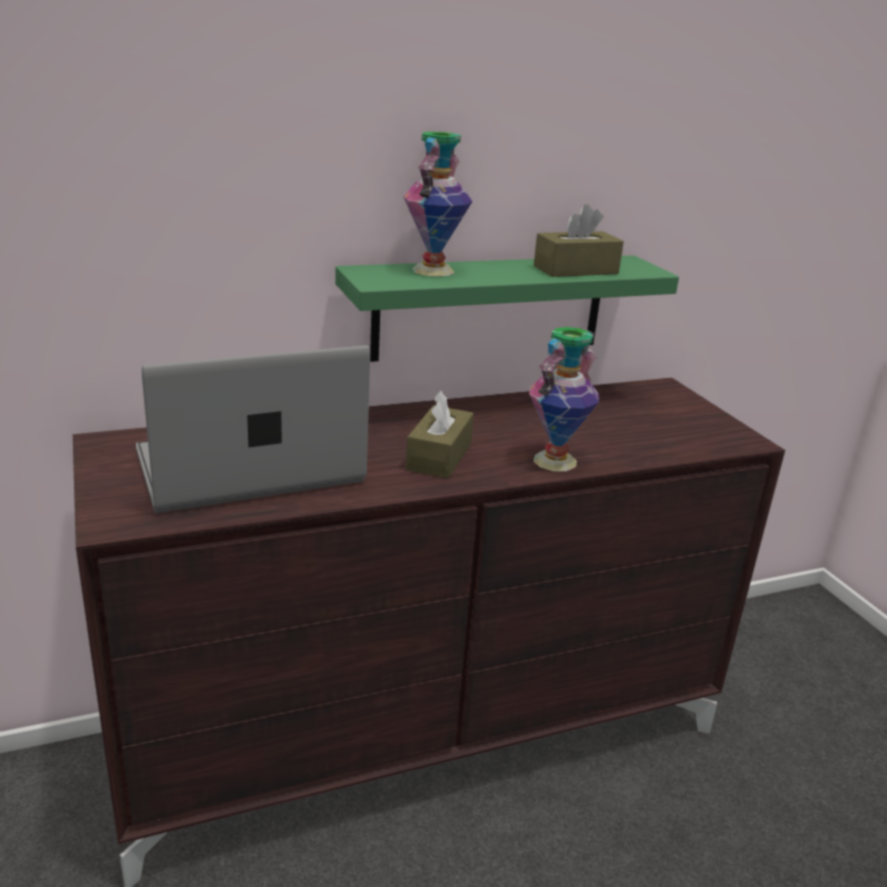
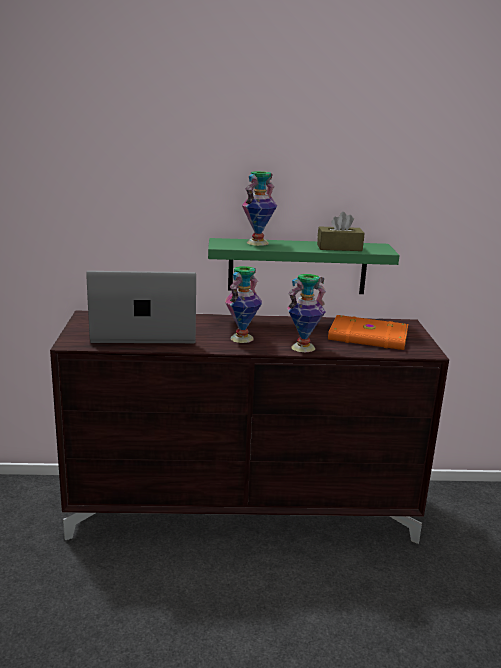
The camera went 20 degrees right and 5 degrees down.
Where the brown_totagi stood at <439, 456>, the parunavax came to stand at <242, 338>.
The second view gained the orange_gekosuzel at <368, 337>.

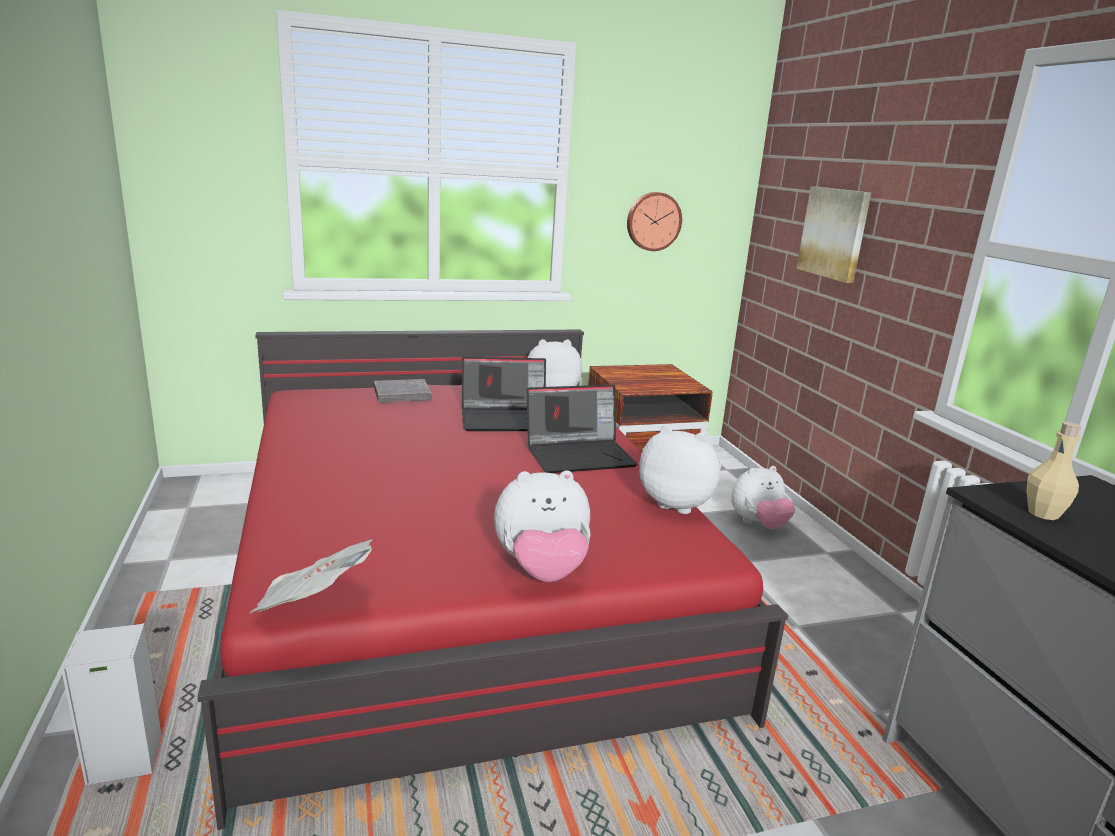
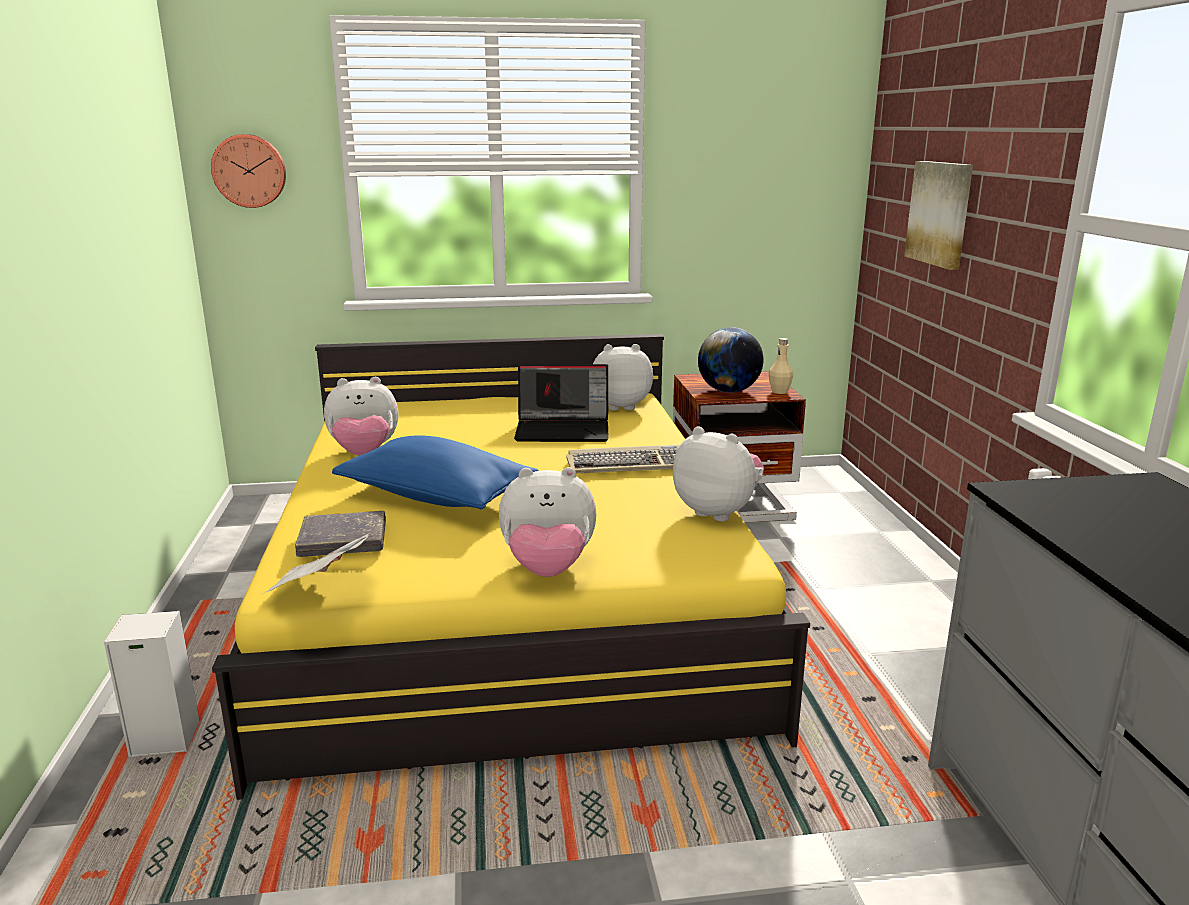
The camera went 10 degrees right and 0 degrees up.
What was the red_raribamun at <460, 577> turned into the yellow_raribamun at <510, 595>.
The grey_gekosuzel ended up elsewhere, having gone from <402, 395> to <343, 540>.
Where the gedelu stood at <580, 455>, the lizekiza came to stand at <630, 464>.
The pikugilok ended up elsewhere, having gone from <653, 221> to <249, 171>.
The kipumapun ended up elsewhere, having gone from <758, 524> to <364, 454>.
The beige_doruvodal ended up elsewhere, having gone from <1043, 513> to <779, 391>.
The second view gained the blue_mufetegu at <437, 497>.
The second view gained the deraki at <728, 391>.

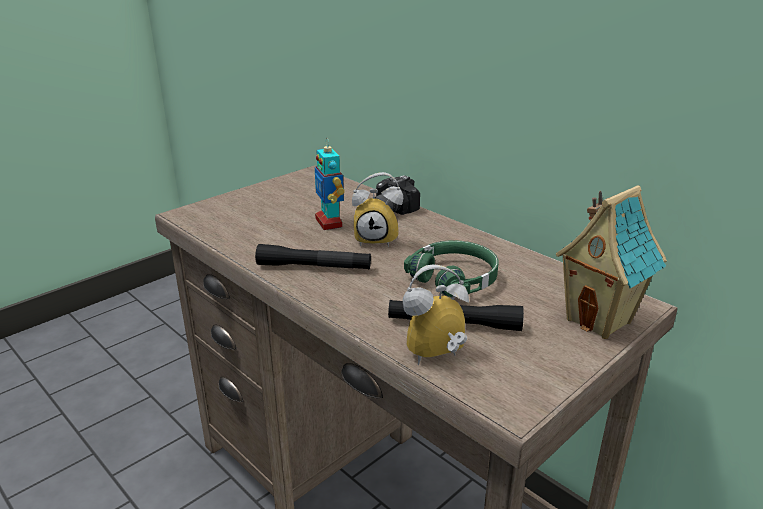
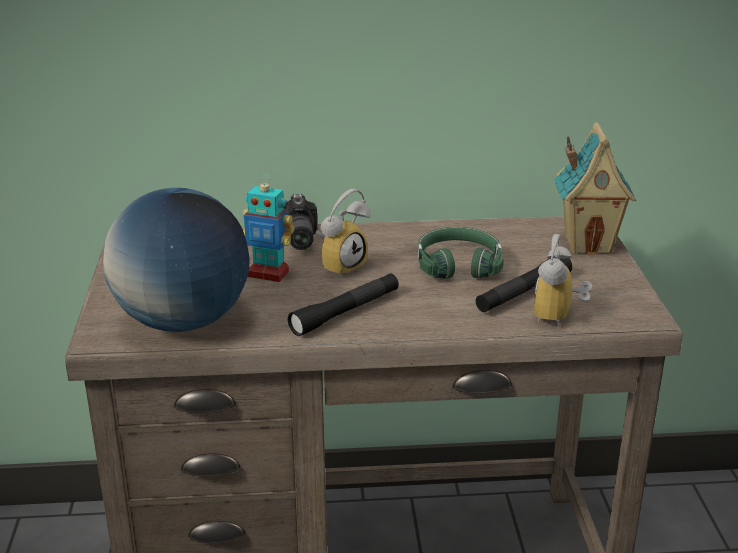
The camera went 50 degrees left and 0 degrees up.
The second view gained the deraki at <183, 322>.

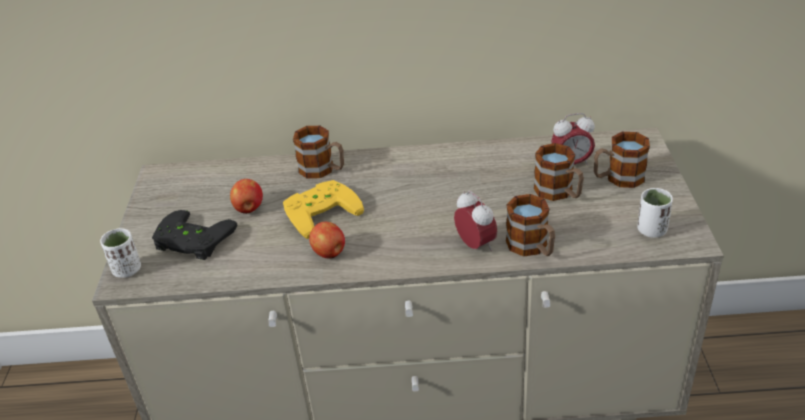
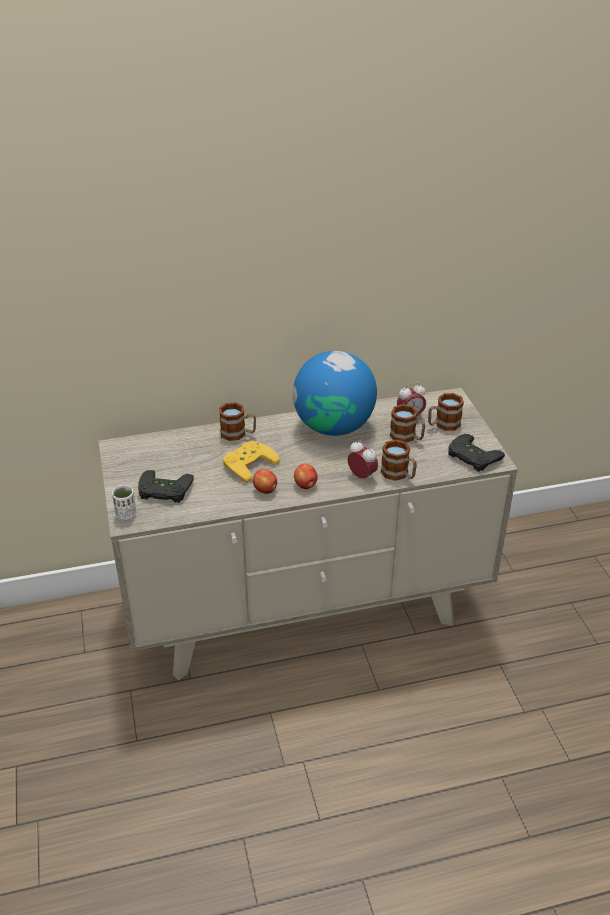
The camera went 15 degrees left and 0 degrees up.
The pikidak ended up elsewhere, having gone from <249, 209> to <305, 485>.
Where the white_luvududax stood at <651, 230>, the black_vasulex came to stand at <471, 457>.
The second view gained the deraki at <334, 426>.

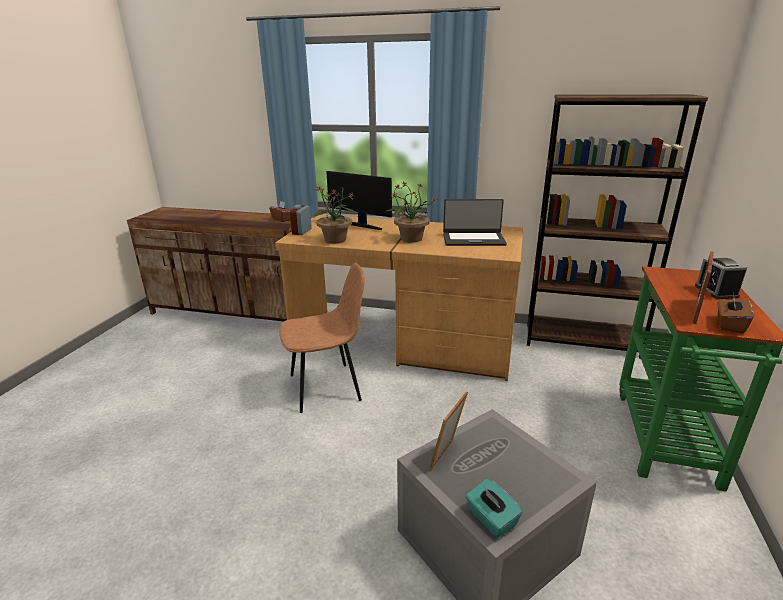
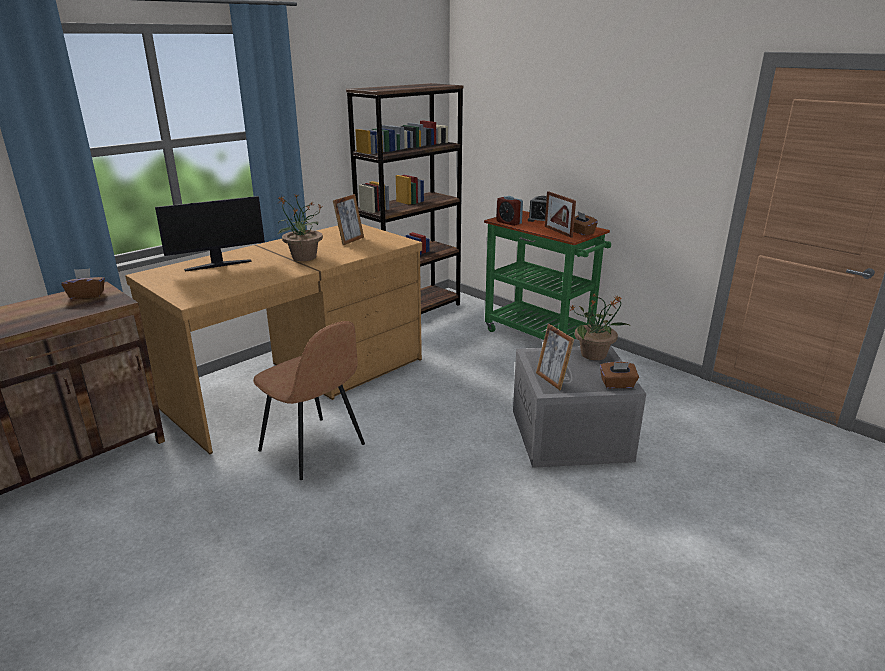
The camera went 60 degrees left and 0 degrees up.
The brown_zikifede at <327, 387> ended up facing another way, 120 degrees clockwise from before.
The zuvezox ended up elsewhere, having gone from <302, 231> to <509, 223>.
The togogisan ended up elsewhere, having gone from <335, 240> to <594, 354>.
Where the gedelu stood at <473, 239>, the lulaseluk came to stand at <350, 240>.
What was the turquoise_totagi at <491, 519> turned into the brown_totagi at <617, 384>.

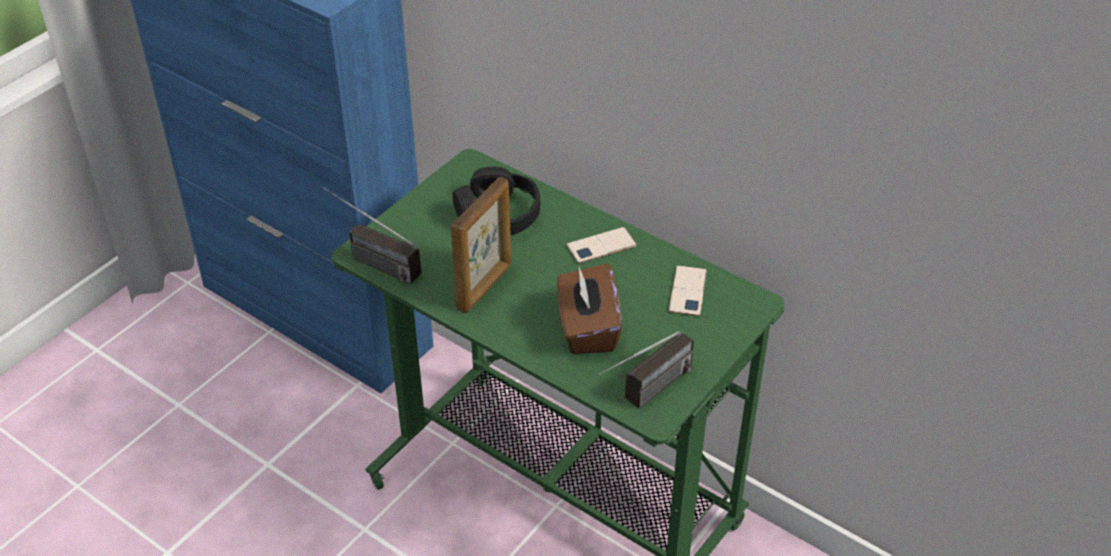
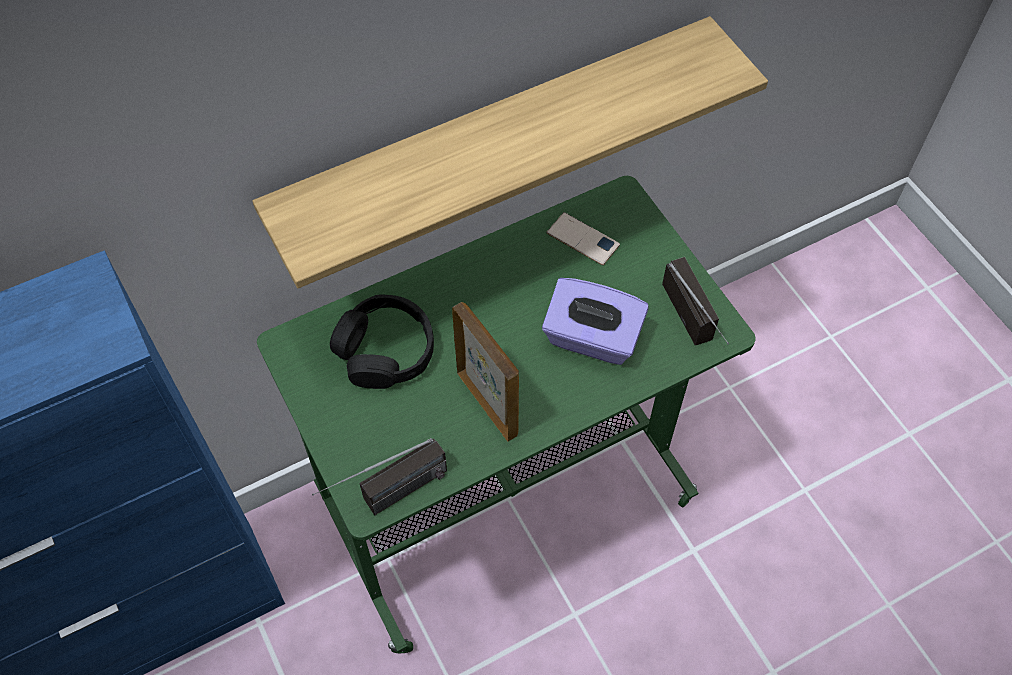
The camera went 65 degrees left and 15 degrees up.
What was the brown_totagi at <587, 329> turned into the purple_totagi at <591, 339>.
The second view lost the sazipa at <601, 246>.
The second view gained the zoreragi at <494, 143>.

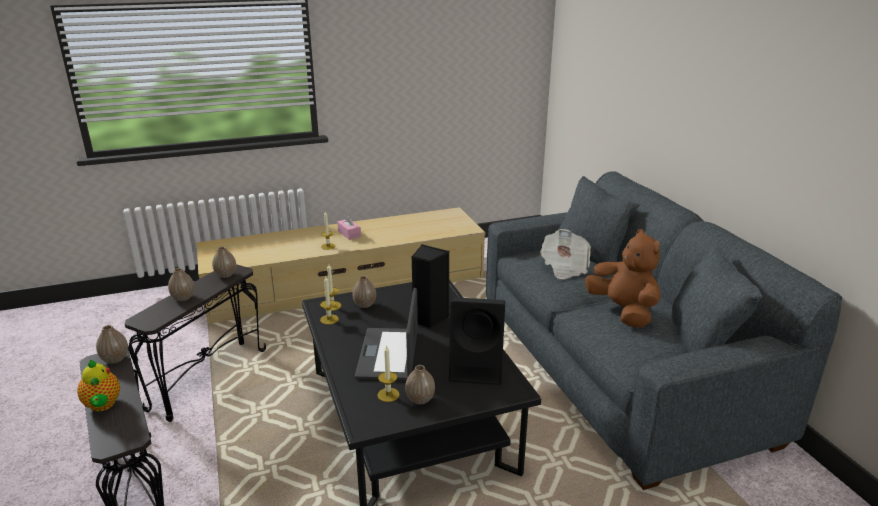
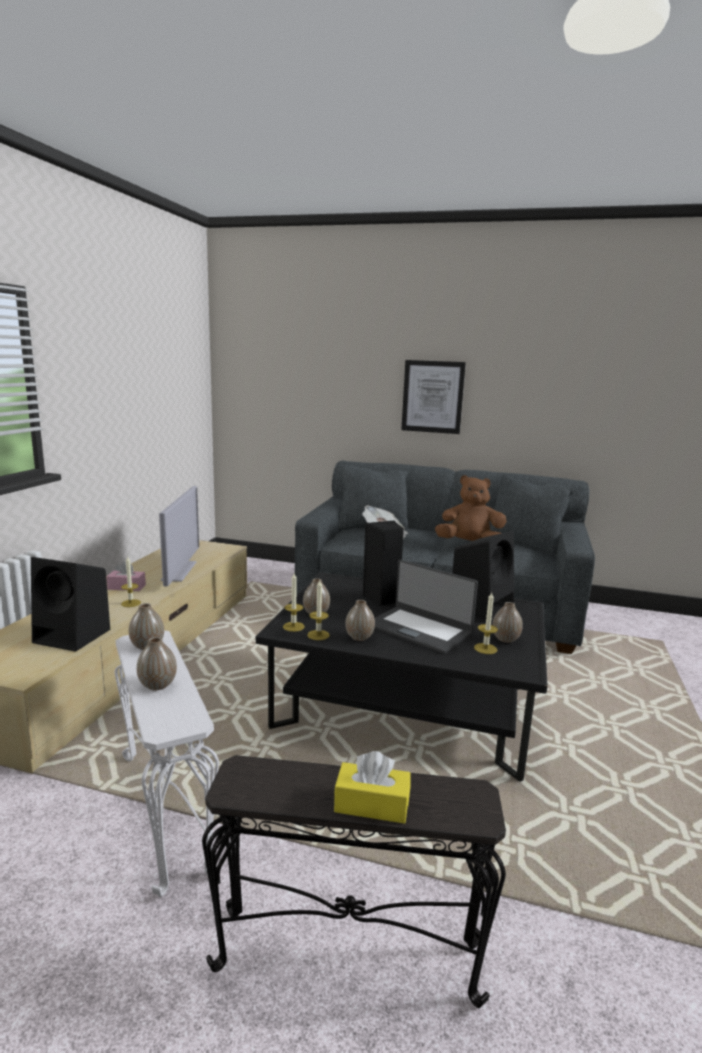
The camera went 55 degrees left and 10 degrees down.
Where the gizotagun stood at <103, 405>, the yellow_totagi came to stand at <372, 804>.
The parunavax ended up elsewhere, having gone from <115, 359> to <359, 637>.
What was the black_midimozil at <209, 379> turned into the white_midimozil at <166, 812>.
The second view gained the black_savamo at <74, 636>.
The second view gained the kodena at <179, 571>.
The second view gained the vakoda at <432, 397>.

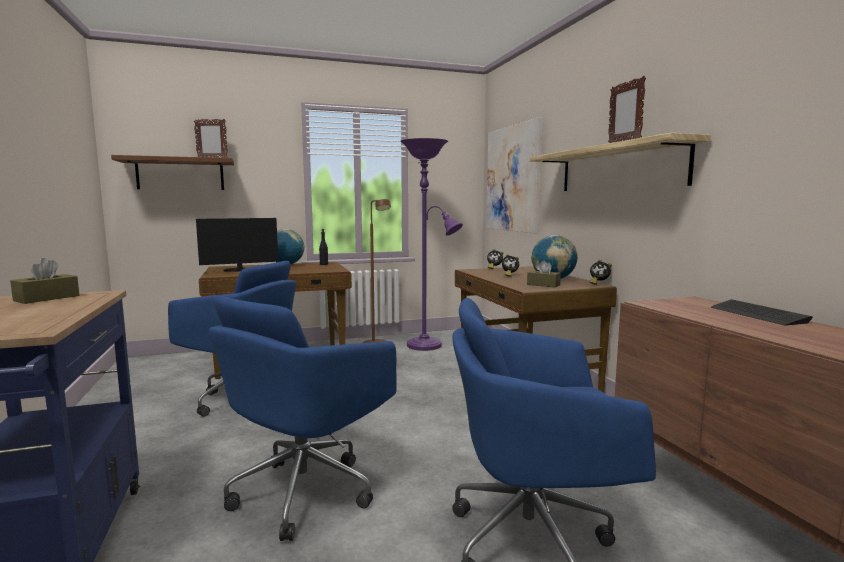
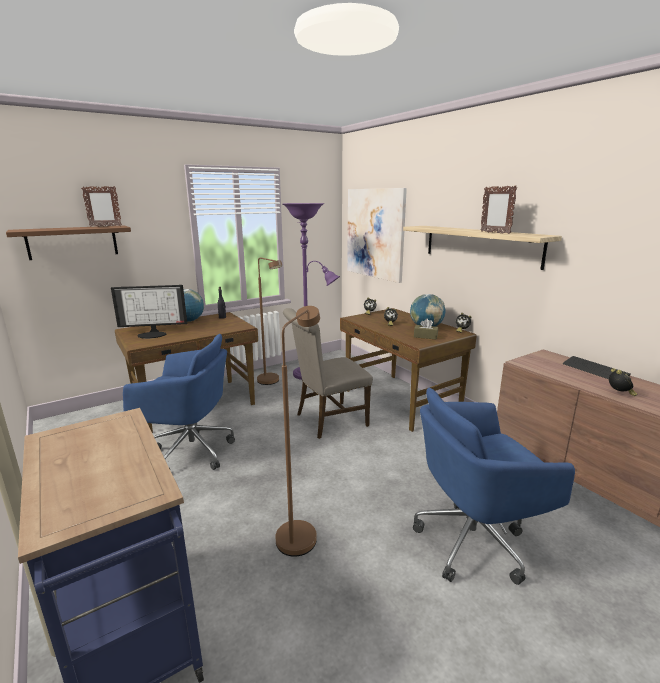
The camera went 15 degrees left and 10 degrees up.
The second view lost the brown_totagi at <47, 298>.
The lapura at <239, 270> ended up facing another way, 150 degrees counterclockwise from before.
Where the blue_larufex stood at <308, 490>, the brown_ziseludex came to stand at <300, 531>.
The second view gained the beige_zikifede at <327, 420>.
The second view gained the zuvezox at <619, 394>.

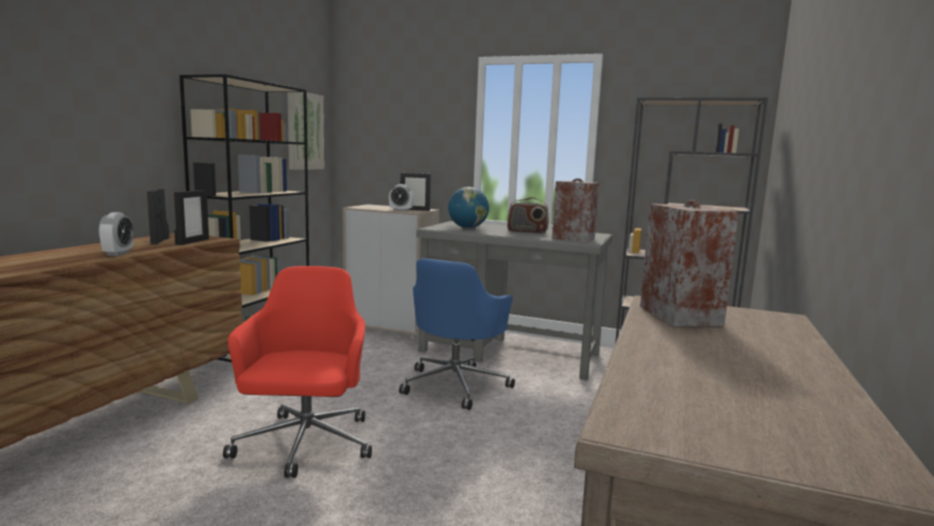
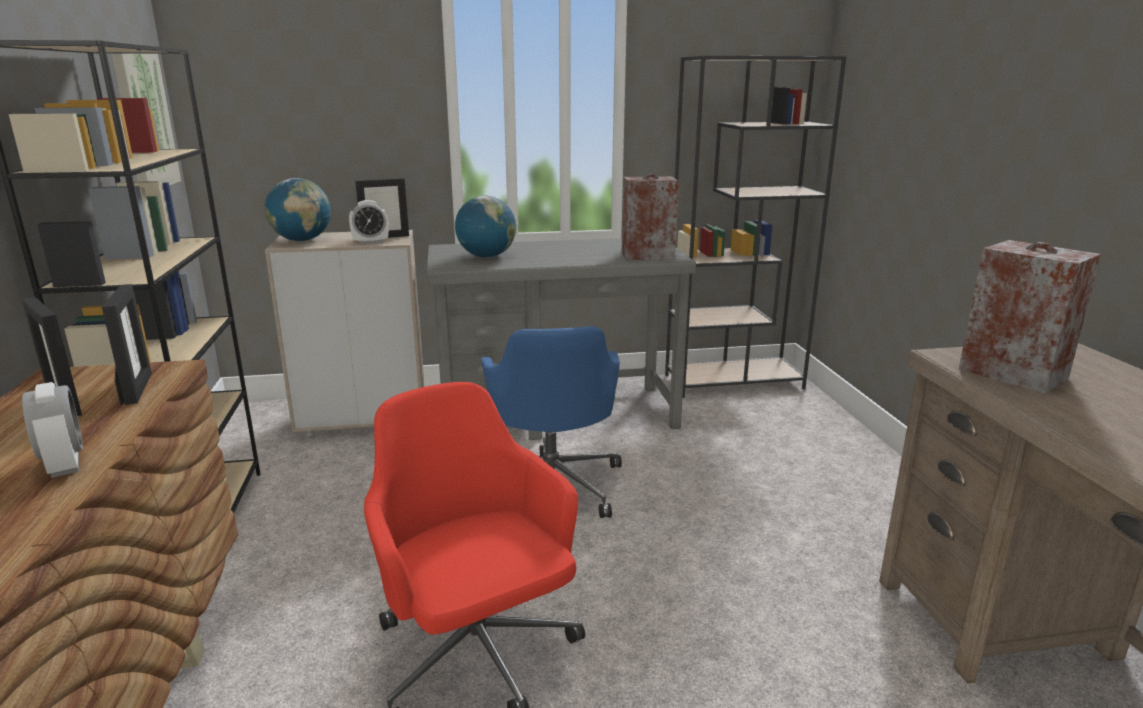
The camera went 30 degrees left and 10 degrees up.
The second view lost the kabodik at <527, 232>.
The second view gained the deraki at <302, 240>.

